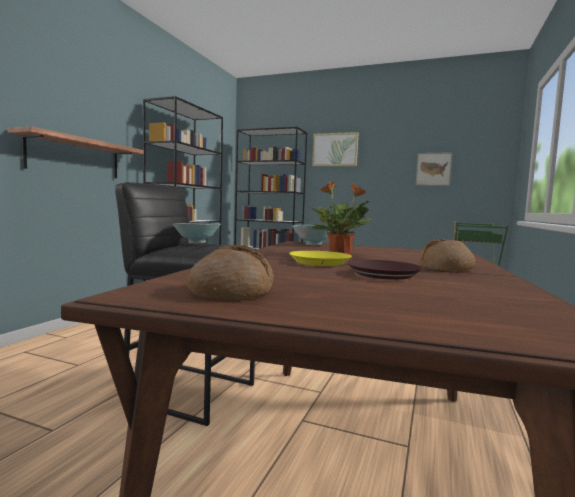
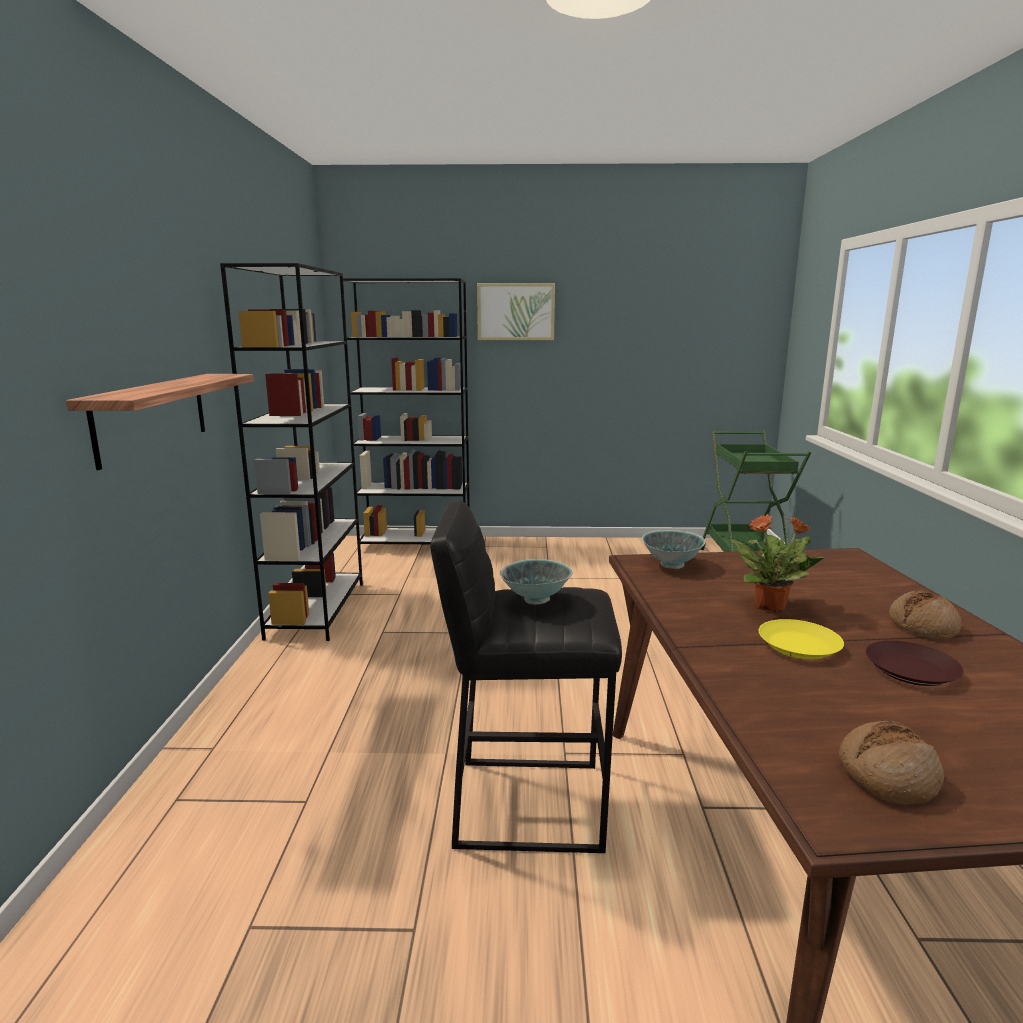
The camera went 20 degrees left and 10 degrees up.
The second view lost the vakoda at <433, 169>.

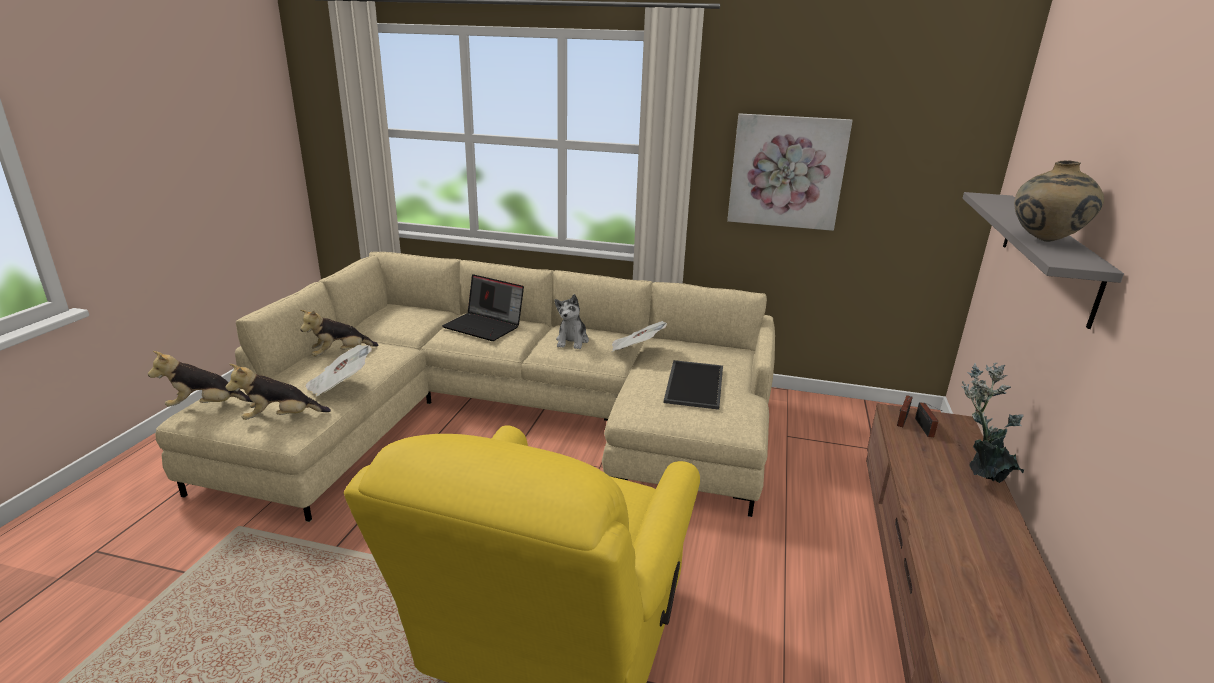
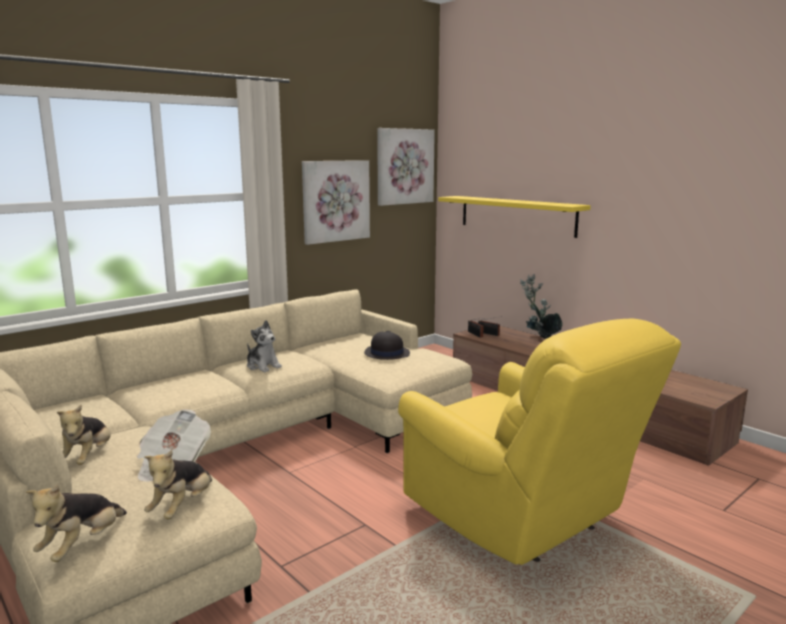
The camera went 55 degrees left and 10 degrees down.
The second view lost the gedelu at <485, 326>.
The second view lost the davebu at <636, 350>.
Where the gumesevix stood at <693, 384>, the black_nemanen came to stand at <386, 353>.
What was the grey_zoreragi at <1048, 254> turned into the yellow_zoreragi at <516, 215>.
The second view lost the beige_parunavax at <1045, 241>.
The second view gained the vakoda at <404, 166>.

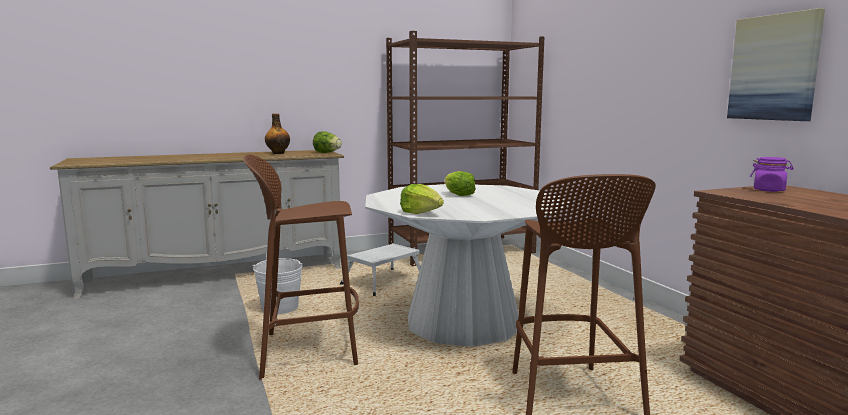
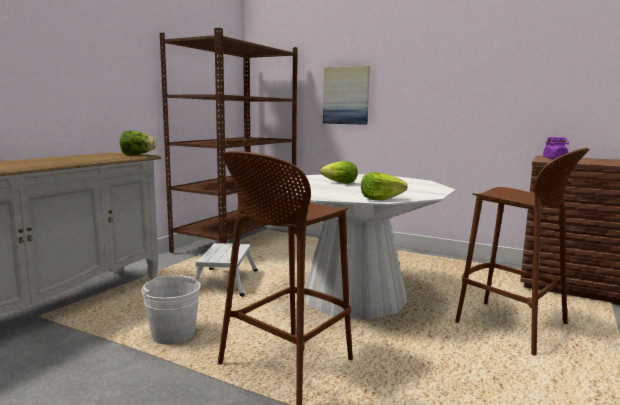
The camera went 40 degrees left and 0 degrees up.
The second view lost the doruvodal at <278, 153>.
The vakoda ended up elsewhere, having gone from <774, 68> to <346, 95>.

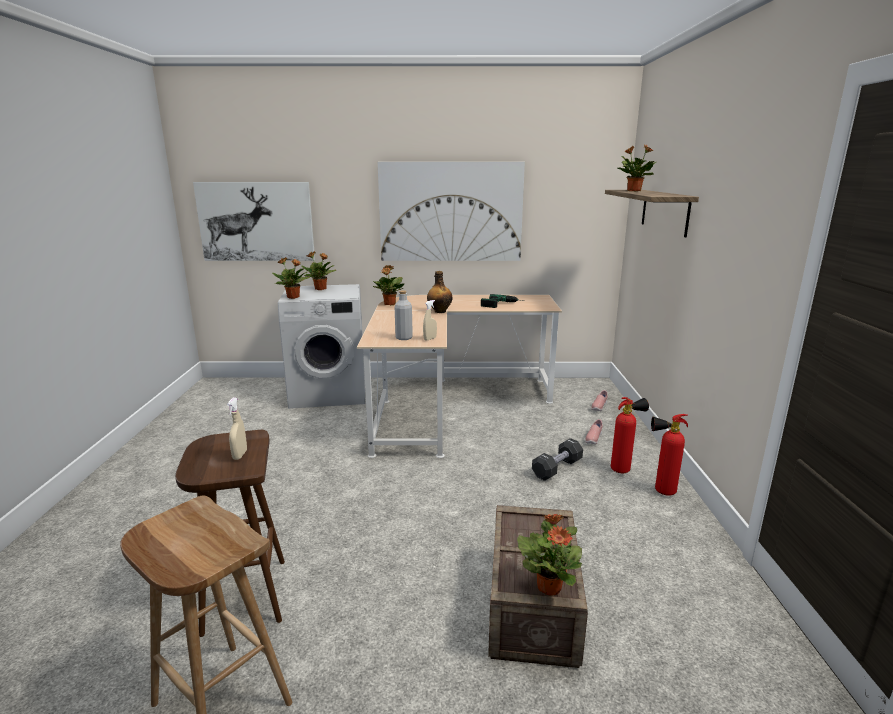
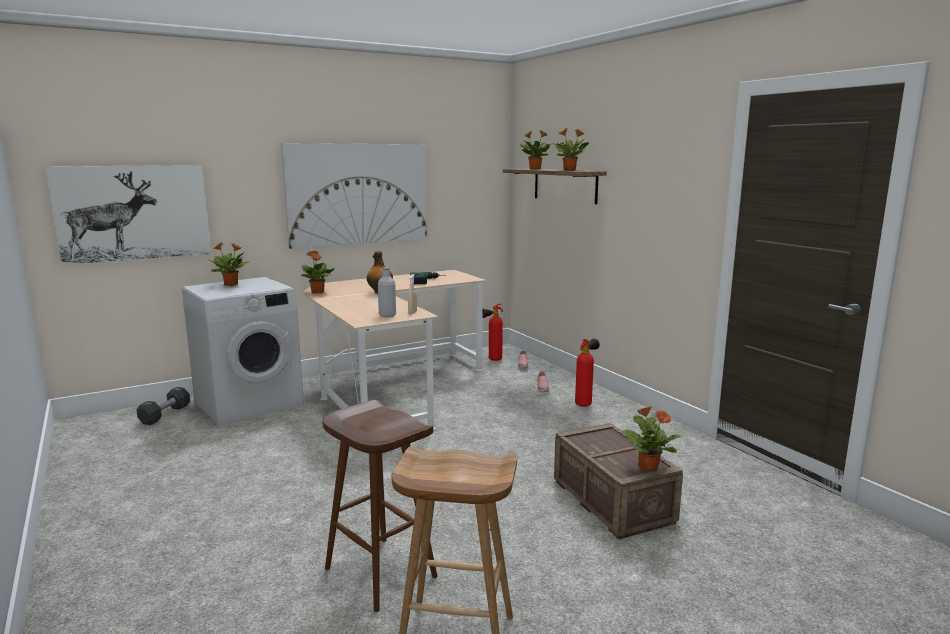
The camera went 30 degrees left and 5 degrees down.
The second view lost the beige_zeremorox at <240, 455>.
The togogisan ended up elsewhere, having gone from <293, 297> to <570, 170>.
The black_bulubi ended up elsewhere, having gone from <557, 468> to <165, 415>.
The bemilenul ended up elsewhere, having gone from <660, 491> to <492, 360>.

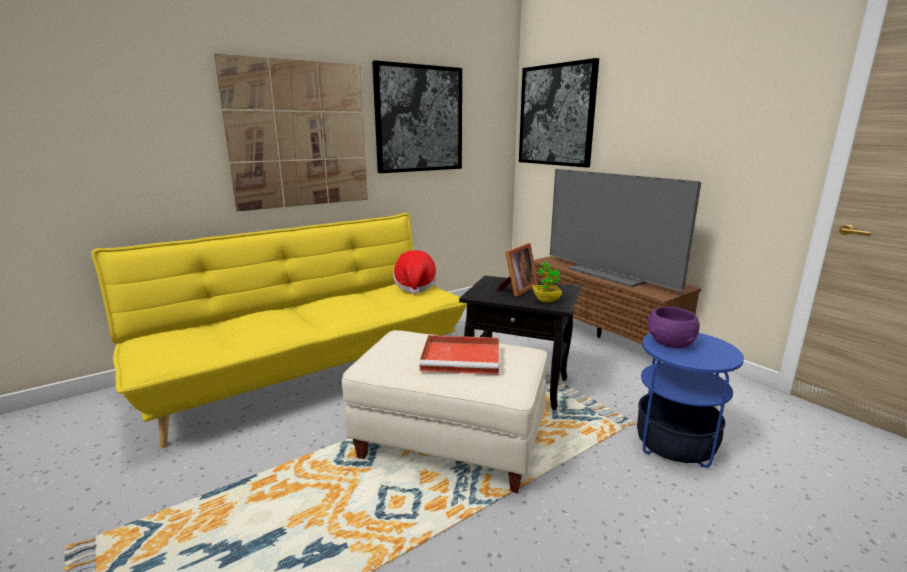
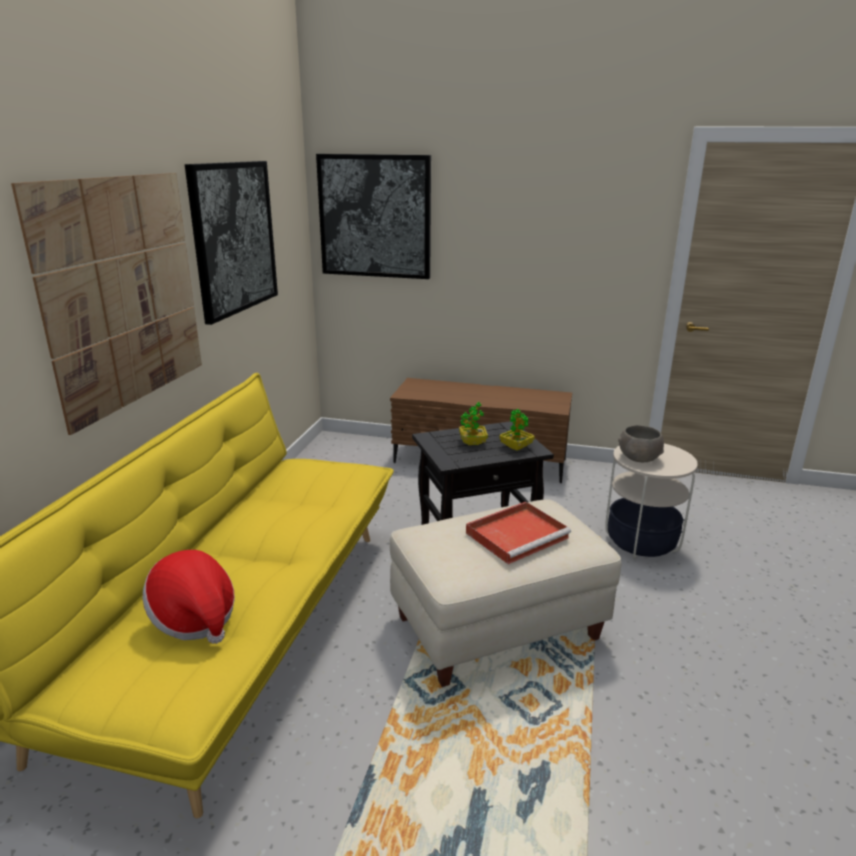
The camera went 40 degrees left and 5 degrees up.
The nemanen ended up elsewhere, having gone from <415, 286> to <194, 618>.
Where the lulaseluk stood at <517, 289>, the togogisan came to stand at <472, 442>.
The second view lost the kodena at <611, 274>.
What was the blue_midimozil at <674, 446> turned into the beige_midimozil at <641, 544>.
What was the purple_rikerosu at <670, 343> turned into the grey_rikerosu at <638, 458>.

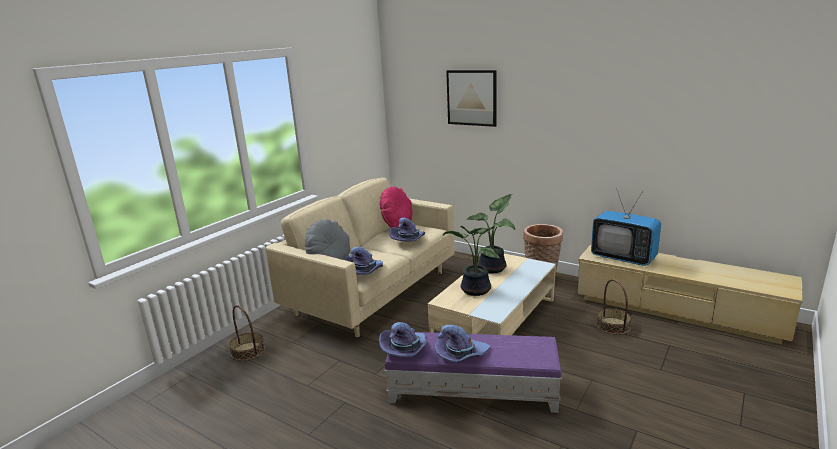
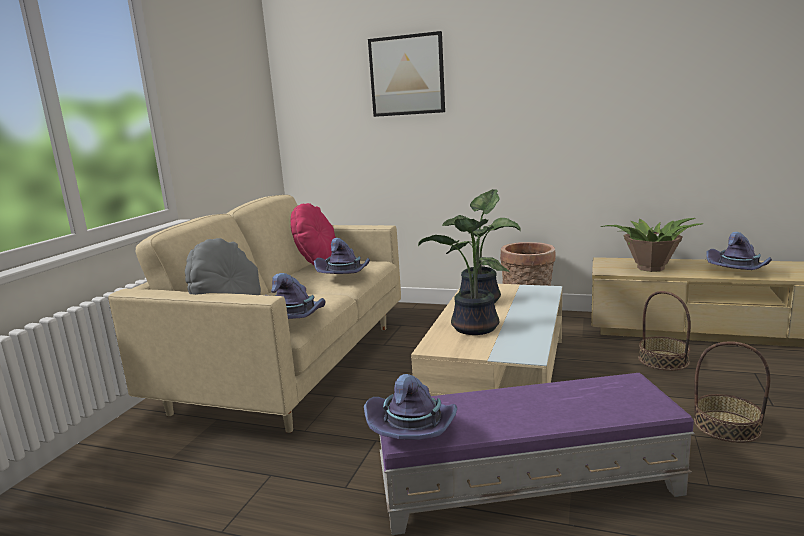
The camera went 15 degrees left and 5 degrees down.
The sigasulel ended up elsewhere, having gone from <248, 351> to <726, 426>.
The purple_nemanen ended up elsewhere, having gone from <461, 355> to <738, 271>.
Where the kodena stood at <623, 258>, the togogisan came to stand at <649, 268>.

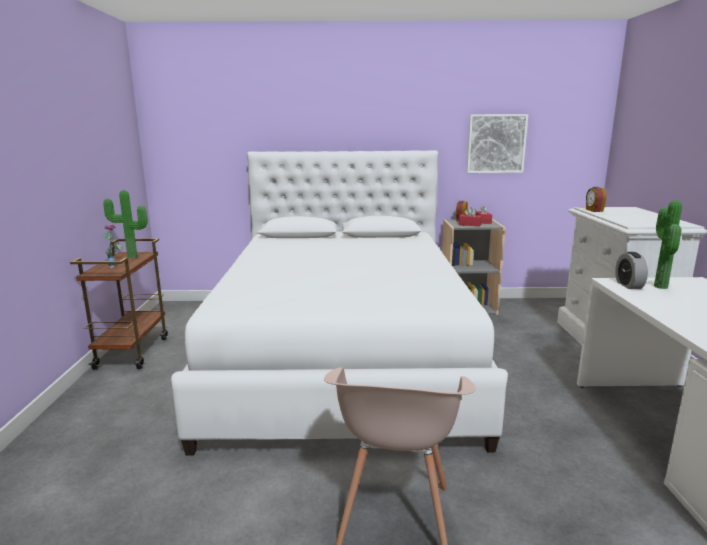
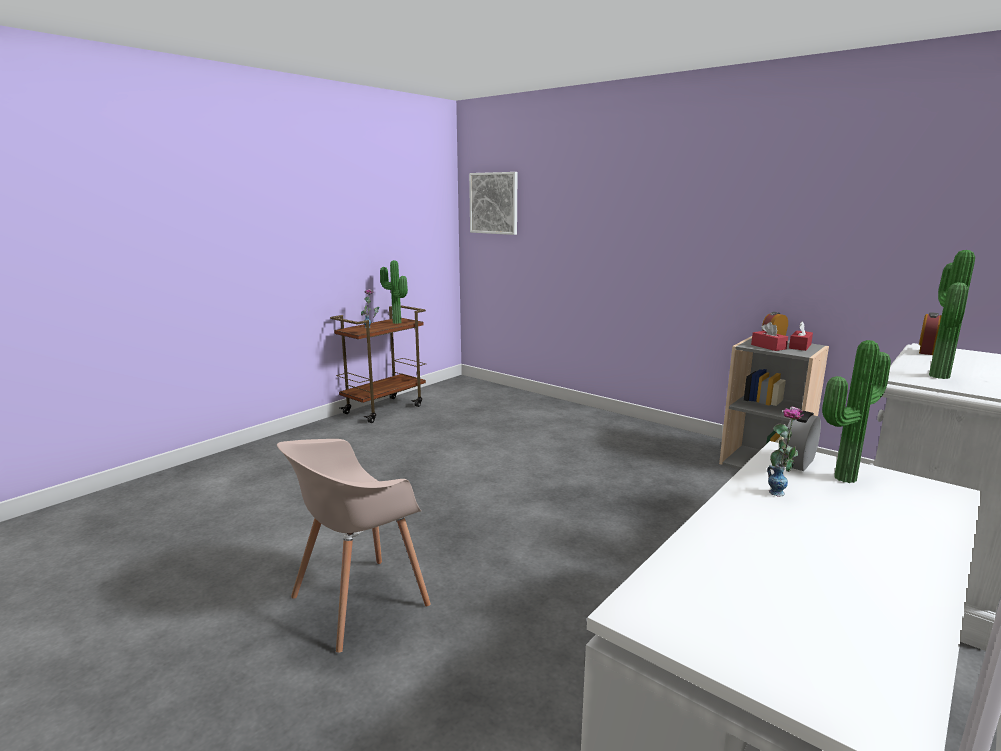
The camera went 40 degrees right and 0 degrees up.
The second view lost the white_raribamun at <343, 354>.
The vakoda ended up elsewhere, having gone from <496, 143> to <494, 203>.
The second view gained the parunavax at <779, 489>.
The second view gained the togogisan at <935, 376>.

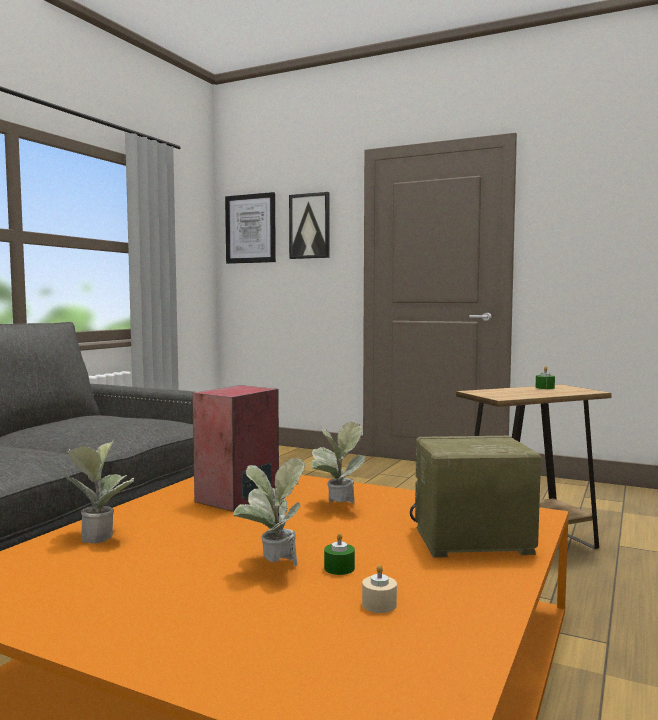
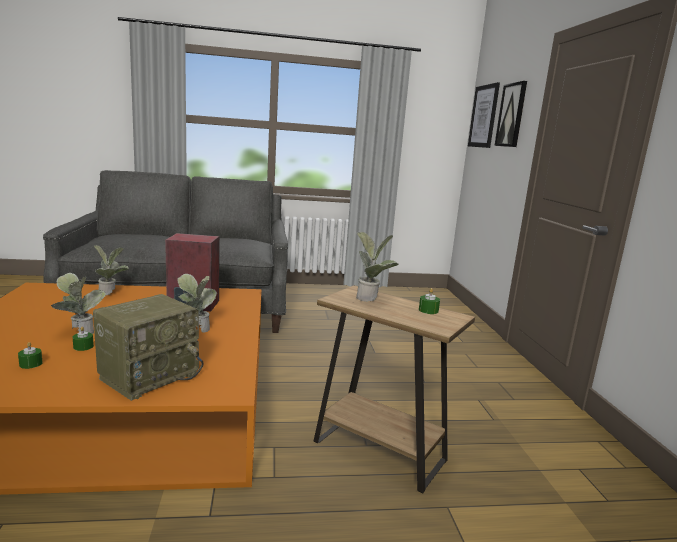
The camera went 55 degrees right and 10 degrees up.
What was the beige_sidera at <379, 604> turned into the green_sidera at <31, 364>.
The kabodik at <471, 541> ended up facing another way, 75 degrees clockwise from before.
The second view gained the togogisan at <371, 298>.

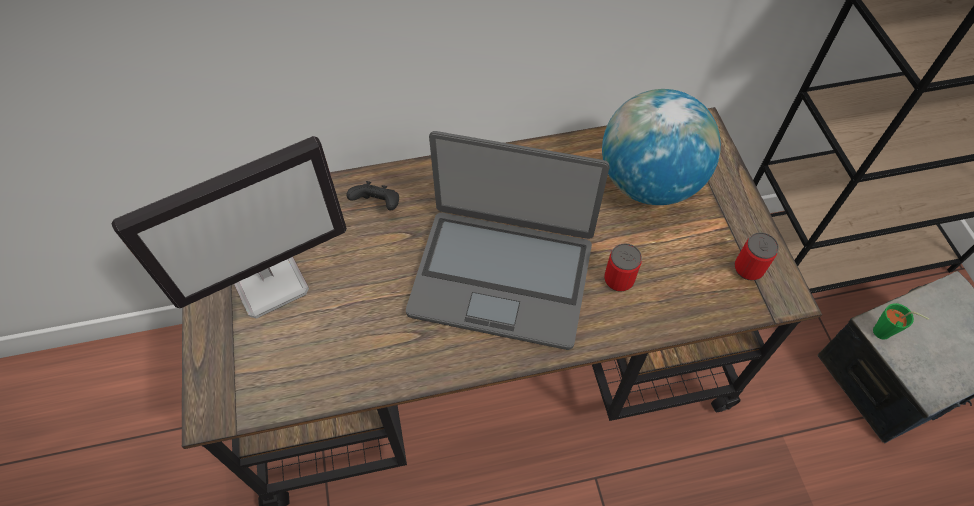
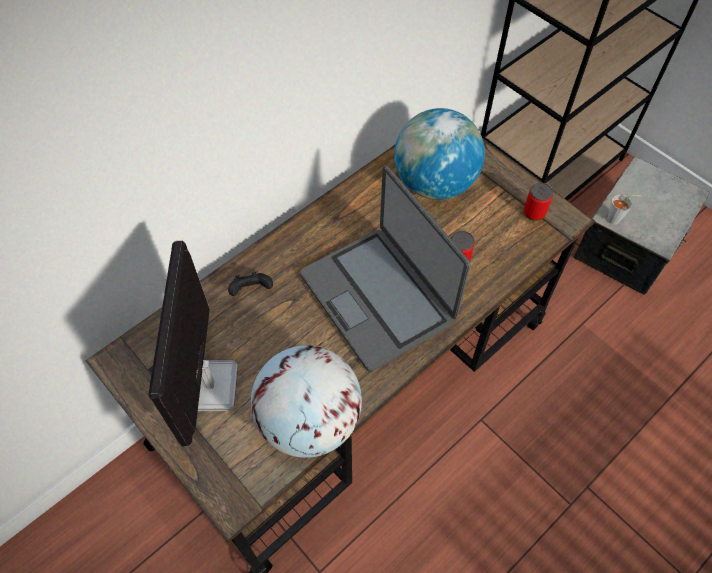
The camera went 30 degrees left and 0 degrees up.
The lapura at <271, 281> ended up facing another way, 150 degrees clockwise from before.
The gedelu at <502, 276> ended up facing another way, 75 degrees clockwise from before.
What was the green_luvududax at <885, 334> turned into the grey_luvududax at <616, 219>.
The second view gained the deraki at <309, 421>.

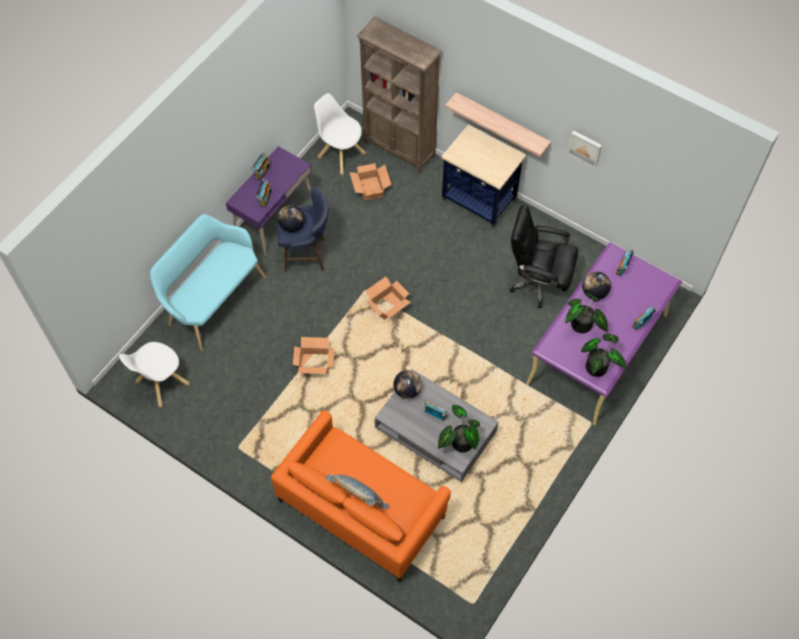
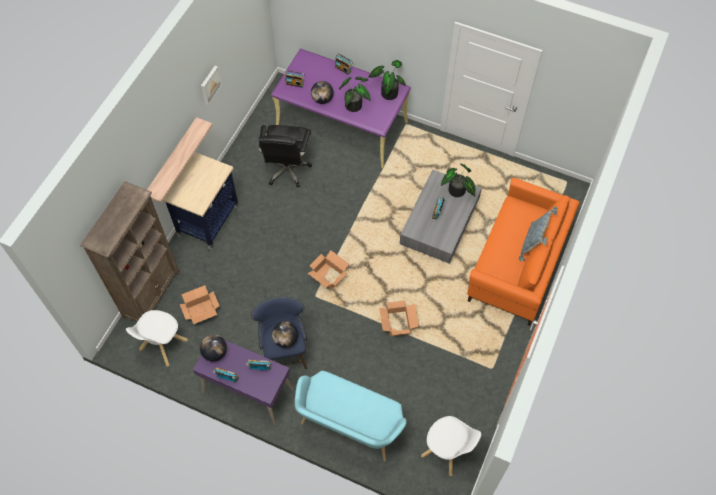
The camera went 100 degrees left and 0 degrees up.
The deraki ended up elsewhere, having gone from <407, 390> to <215, 353>.

